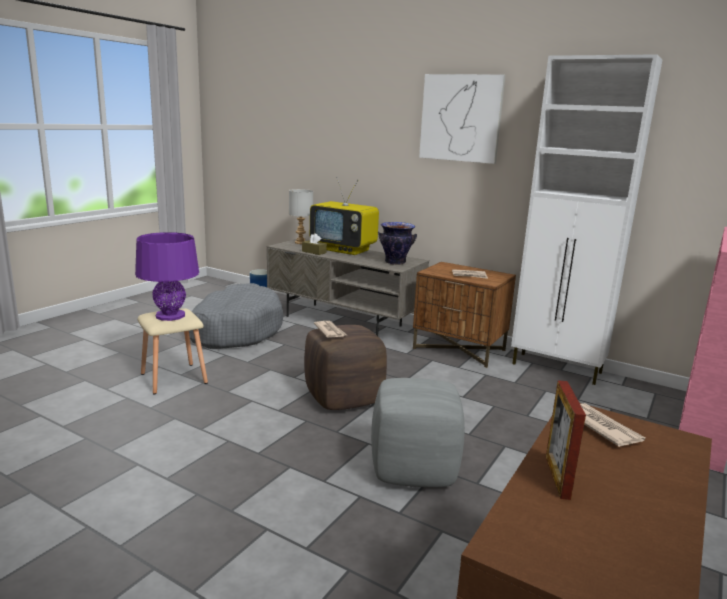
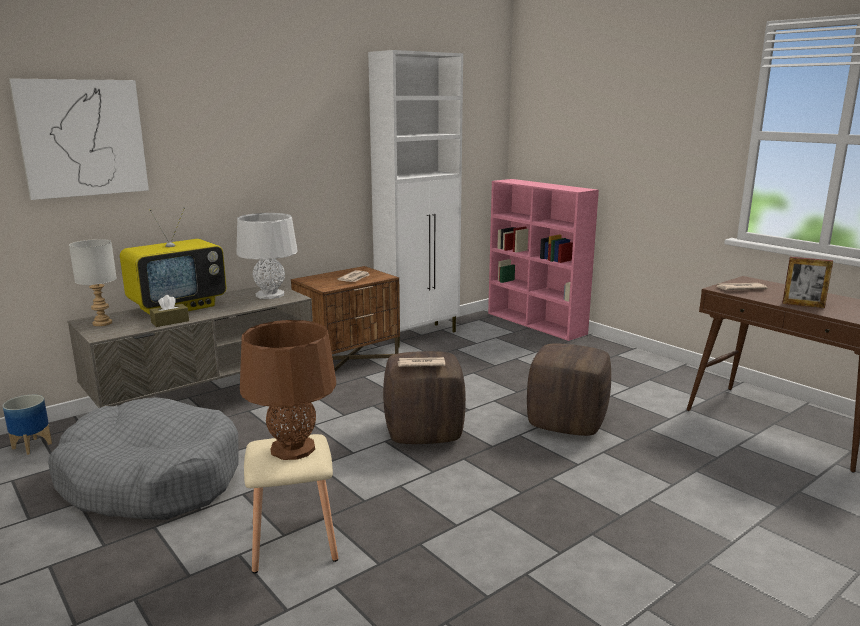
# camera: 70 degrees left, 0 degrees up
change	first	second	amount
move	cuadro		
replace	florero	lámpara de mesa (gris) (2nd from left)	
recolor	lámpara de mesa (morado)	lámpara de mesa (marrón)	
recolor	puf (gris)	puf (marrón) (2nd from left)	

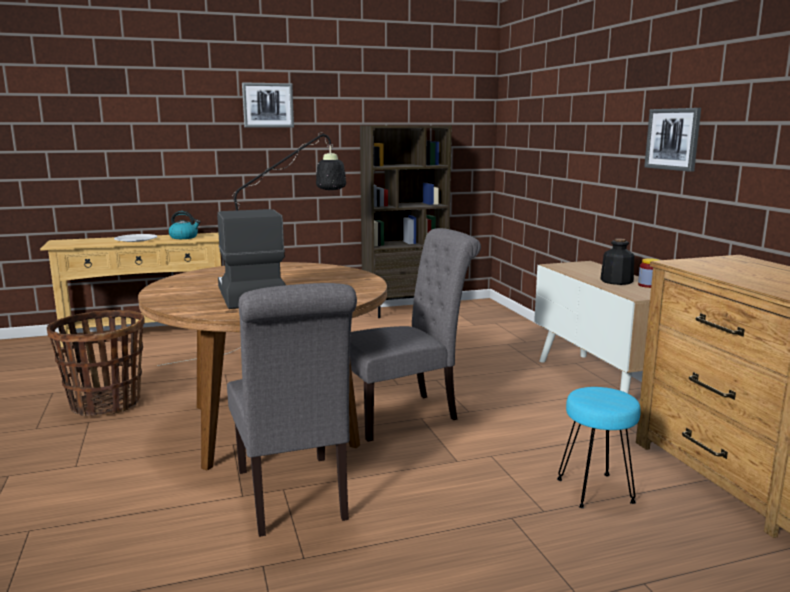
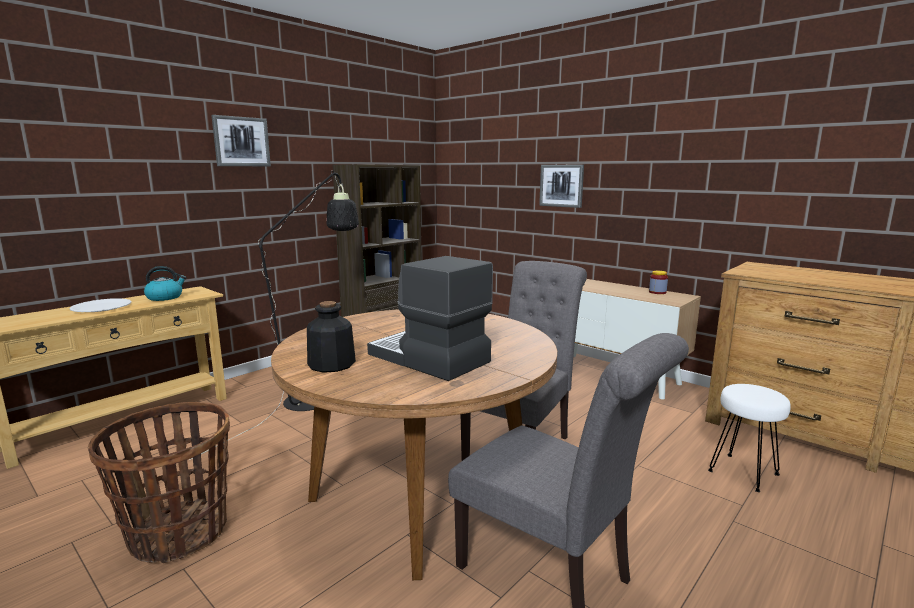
# camera: 30 degrees left, 0 degrees up
change	first	second	amount
move	cuadro (2nd from left)		
move	botella		
recolor	taburete (turquesa)	taburete (blanco)	

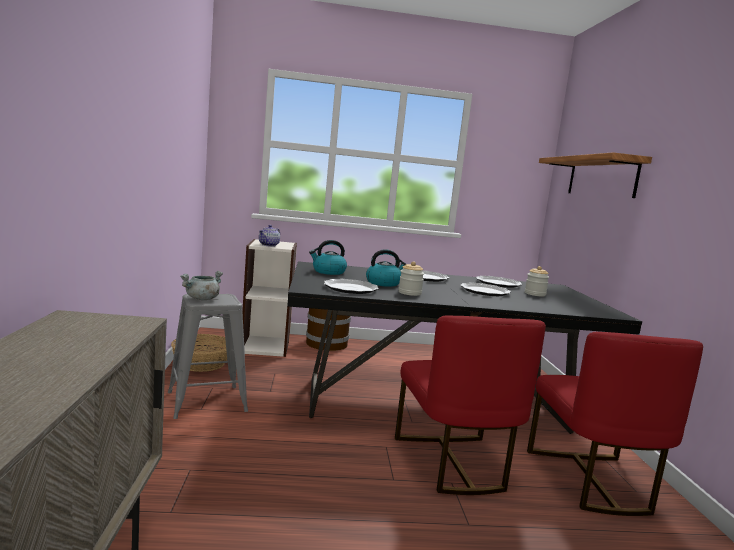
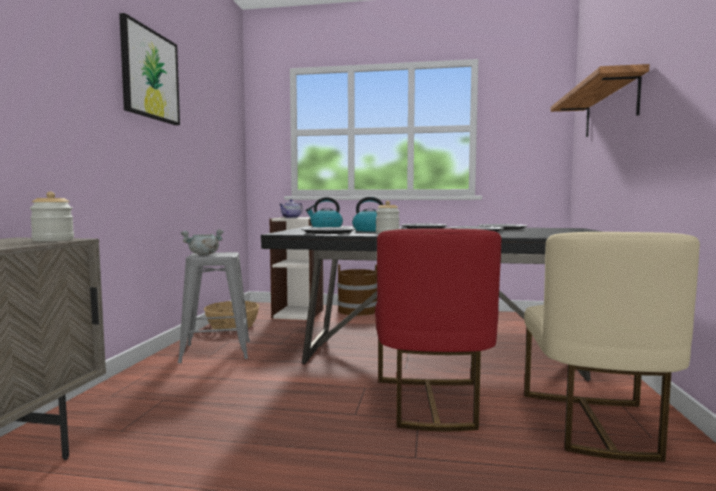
# camera: 15 degrees right, 5 degrees down
change	first	second	amount
move	tarro (2nd from left in the first image)	tarro (1st from left)	
recolor	silla (rojo) (2nd from left)	silla (beis)	
insert		cuadro	

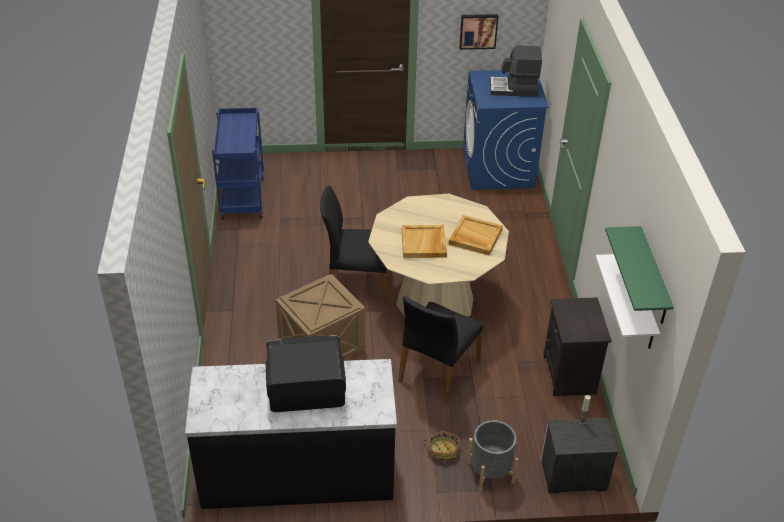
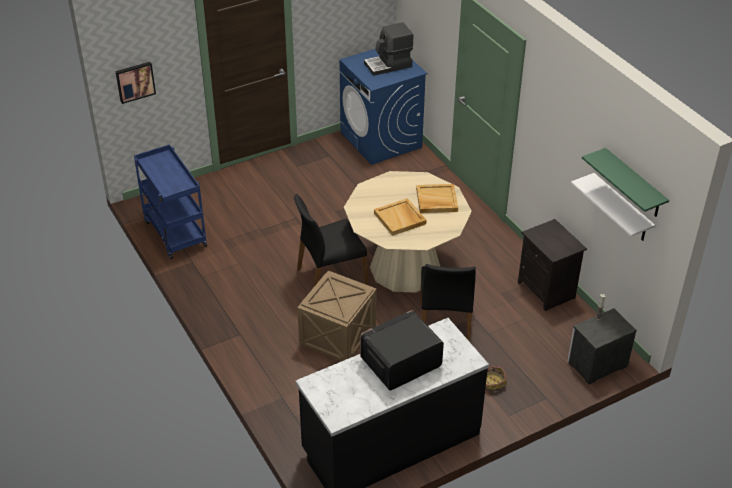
# camera: 25 degrees left, 0 degrees up
change	first	second	amount
move	cuadro		
delete	maceta (gris)		

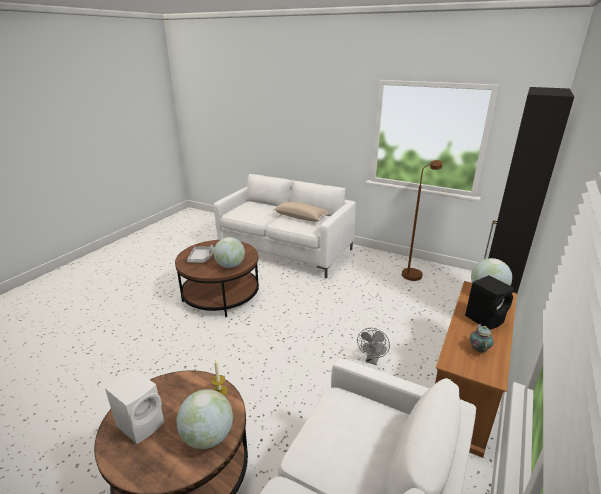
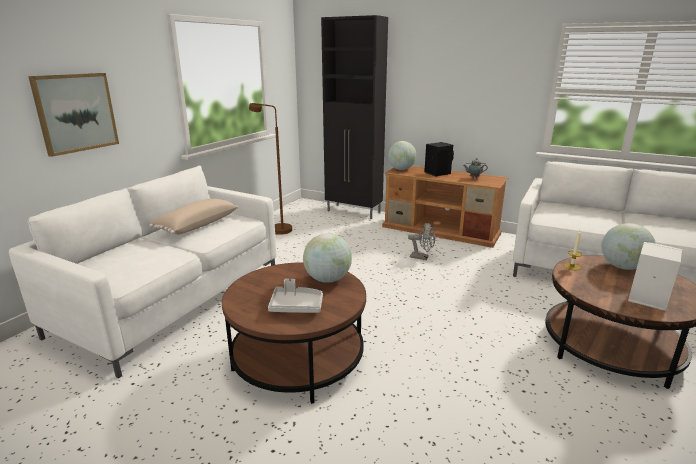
# camera: 90 degrees left, 5 degrees down
change	first	second	amount
insert		cuadro	

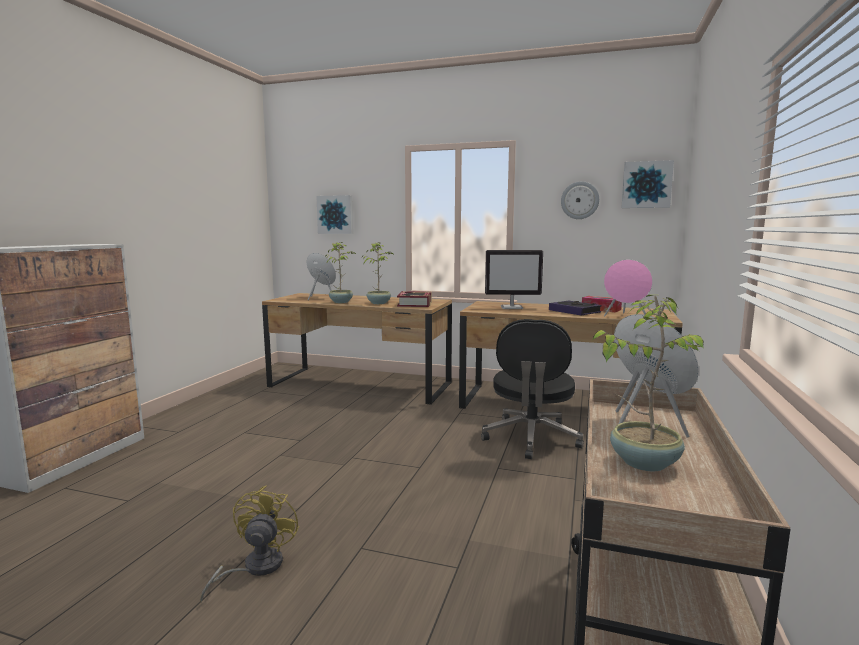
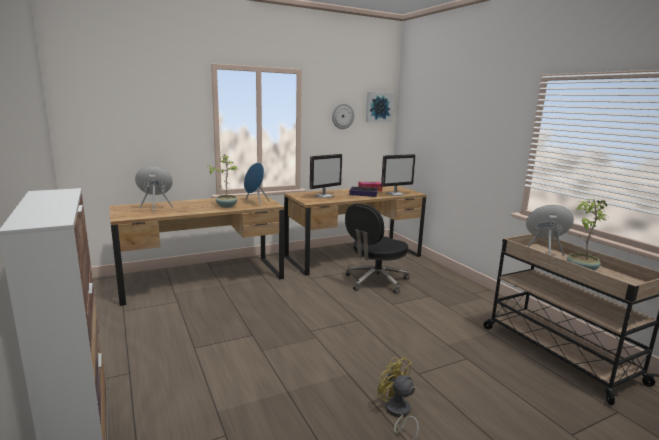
# camera: 45 degrees left, 5 degrees up
change	first	second	amount
delete	cuadro (1st from left)		
delete	planta en maceta (1st from left)		
replace	altavoz (rosa)	monitor (2nd from left)	
replace	libro (1st from left)	altavoz (azul) (2nd from left)	
rotate	silla de oficina (negro)		75 degrees clockwise

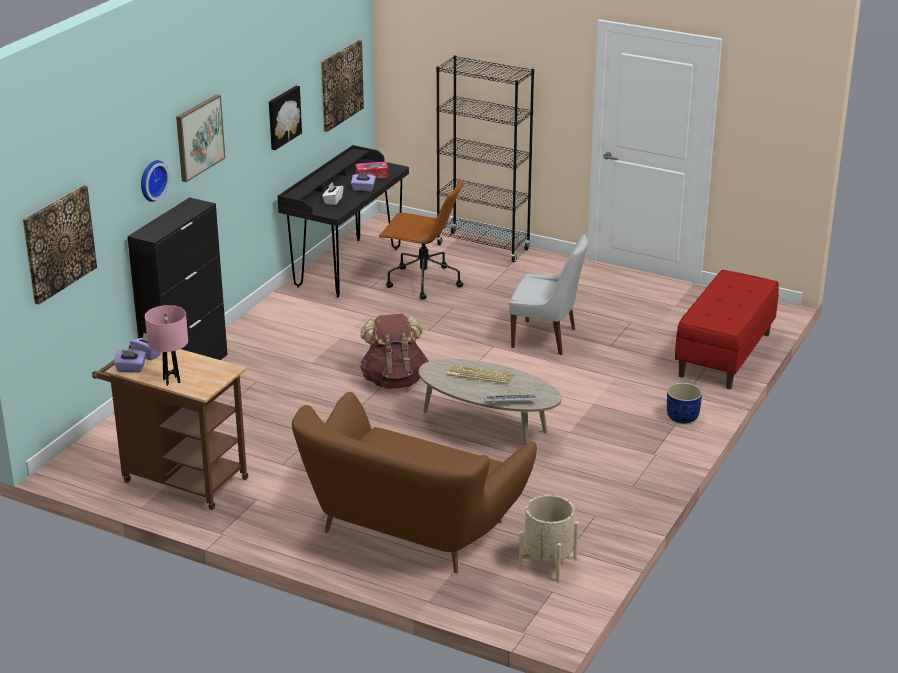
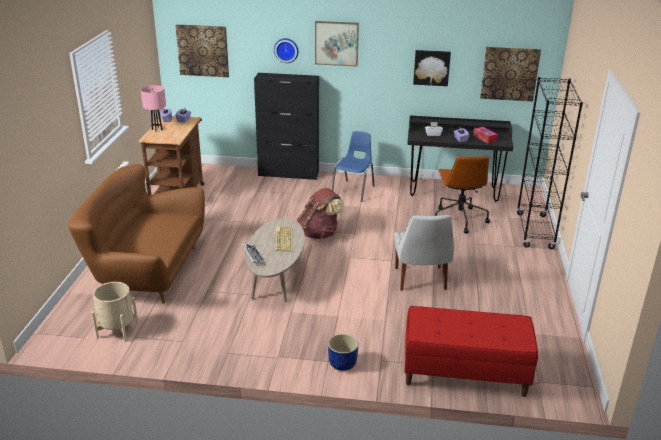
# camera: 70 degrees right, 0 degrees up
change	first	second	amount
insert		silla (azul)	

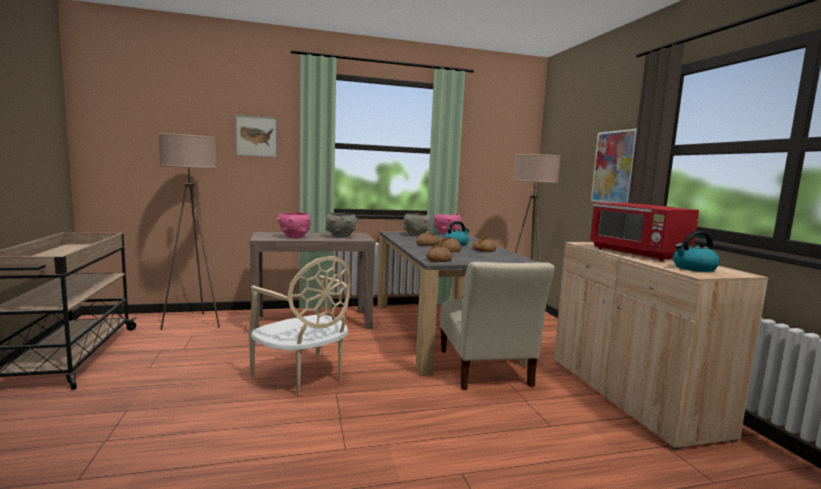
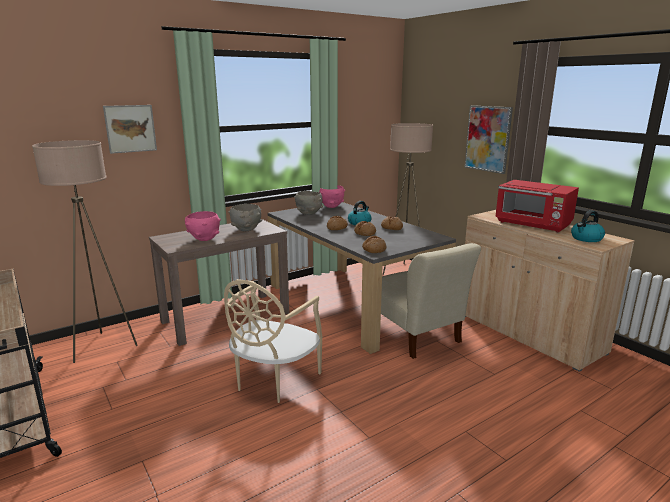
# camera: 20 degrees left, 10 degrees up
change	first	second	amount
rotate	silla (beis) (1st from left)		90 degrees clockwise

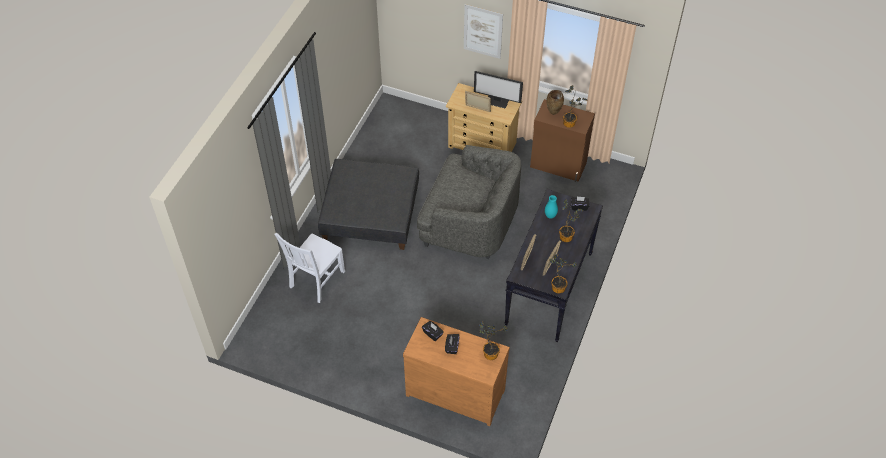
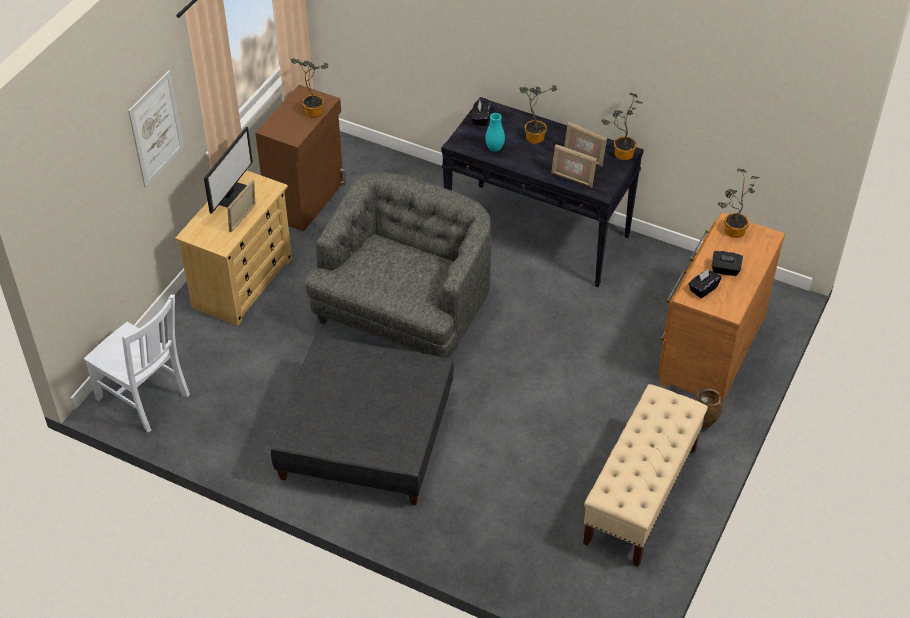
# camera: 85 degrees left, 5 degrees down
change	first	second	amount
move	florero (marrón)		
move	silla (blanco)		
insert		banco (beis)	

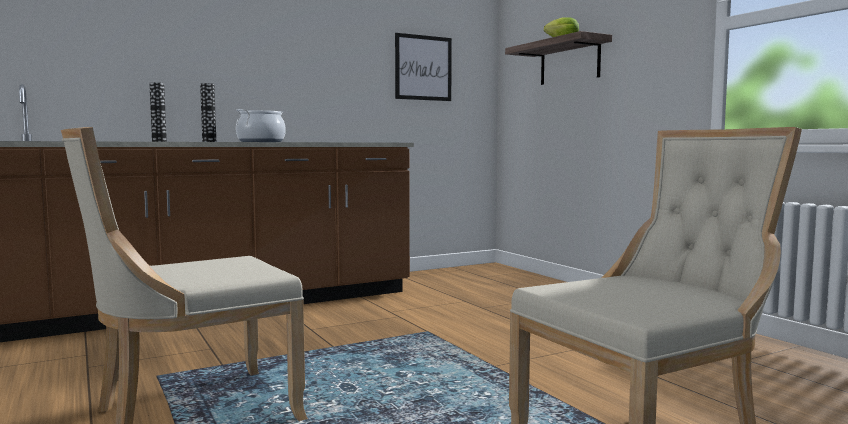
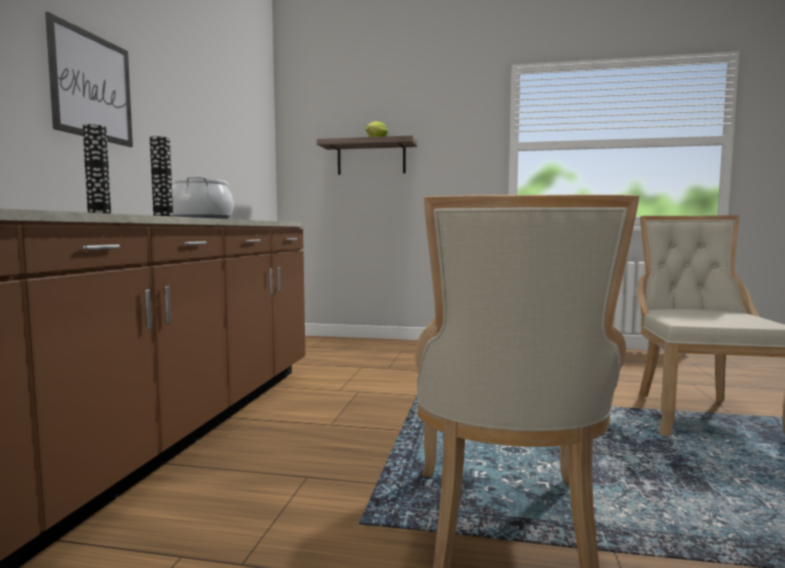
# camera: 50 degrees left, 0 degrees up
change	first	second	amount
move	cuadro		

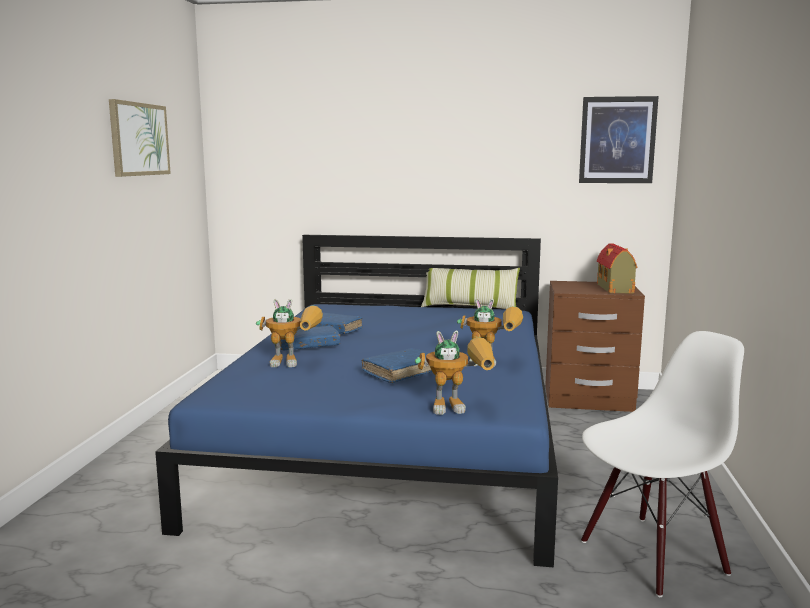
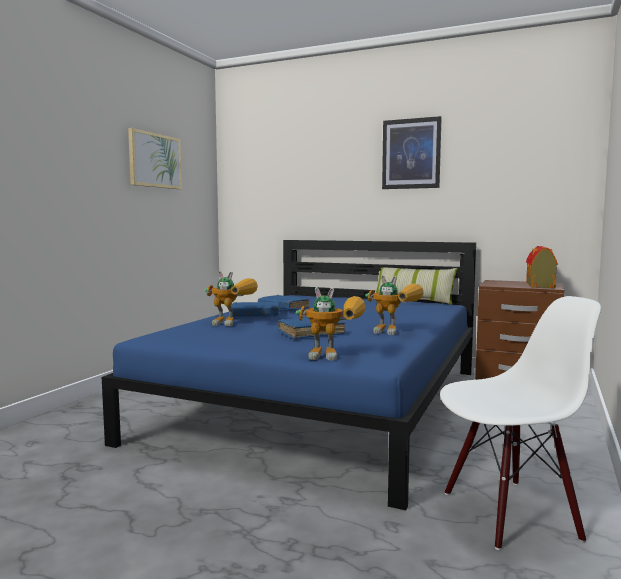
# camera: 15 degrees right, 5 degrees down
change	first	second	amount
move	cuadro (2nd from left)		

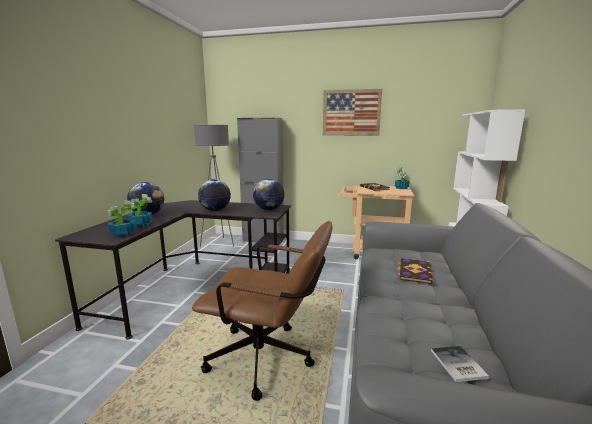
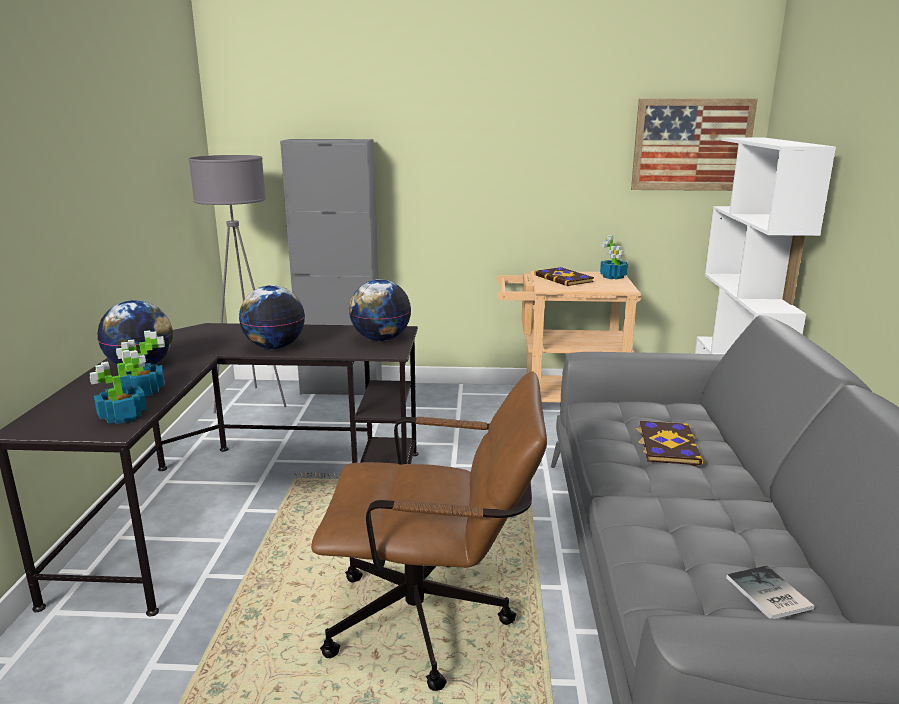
# camera: 10 degrees left, 5 degrees up
change	first	second	amount
move	cuadro		

